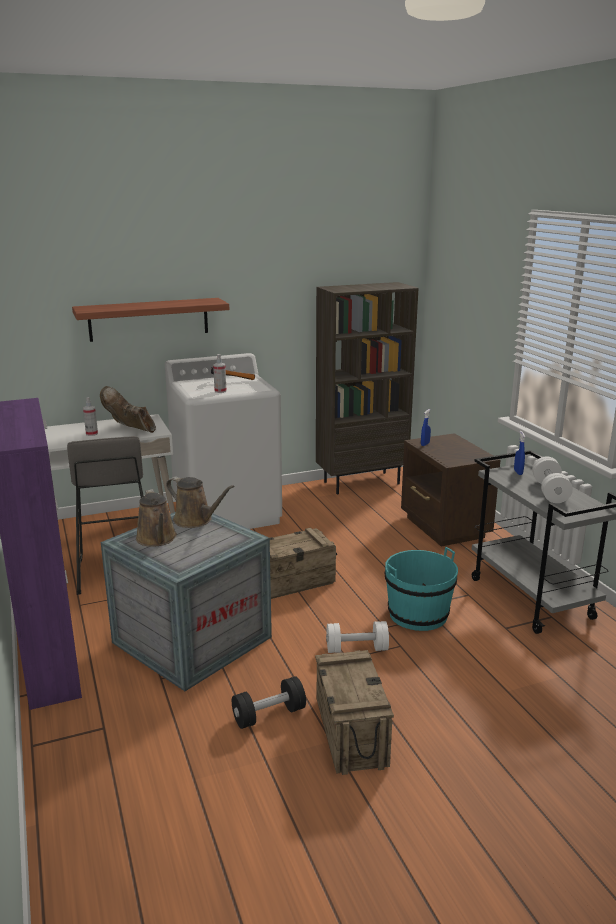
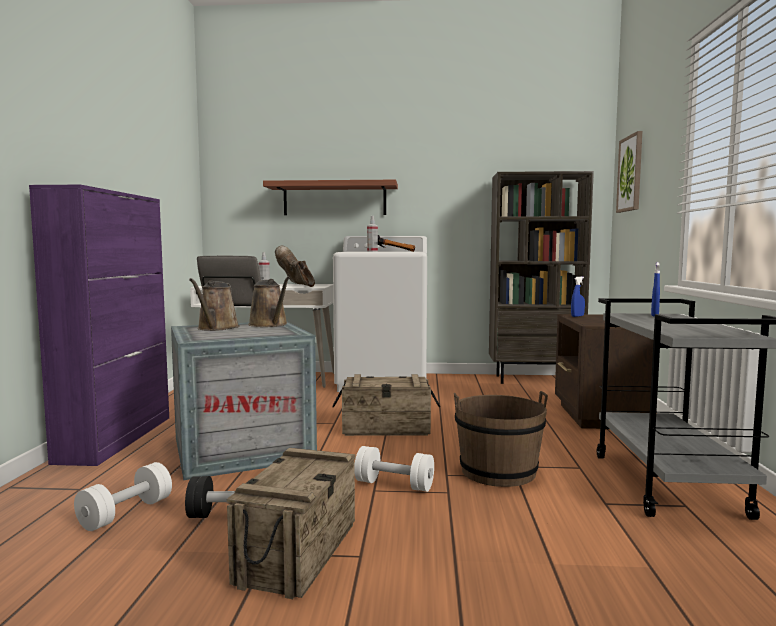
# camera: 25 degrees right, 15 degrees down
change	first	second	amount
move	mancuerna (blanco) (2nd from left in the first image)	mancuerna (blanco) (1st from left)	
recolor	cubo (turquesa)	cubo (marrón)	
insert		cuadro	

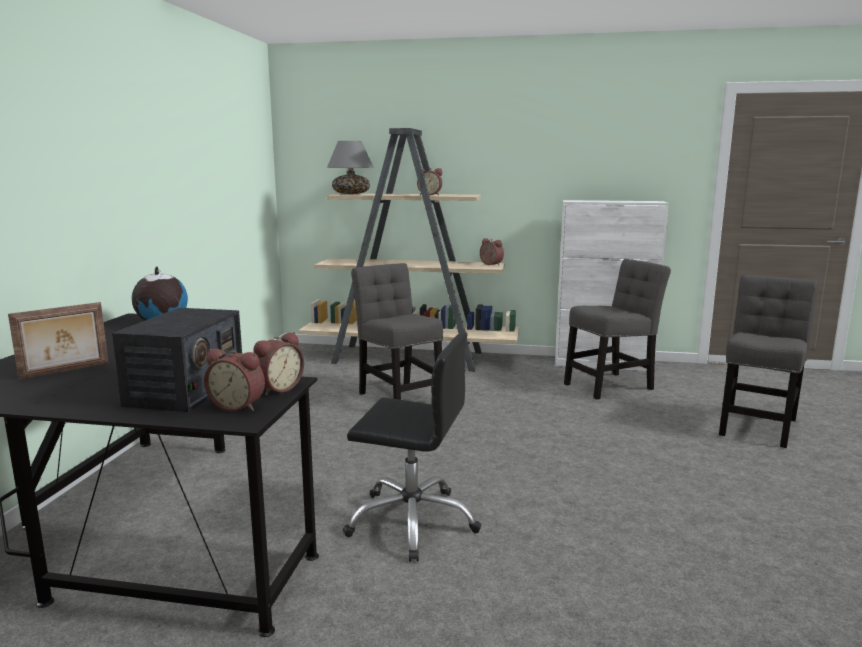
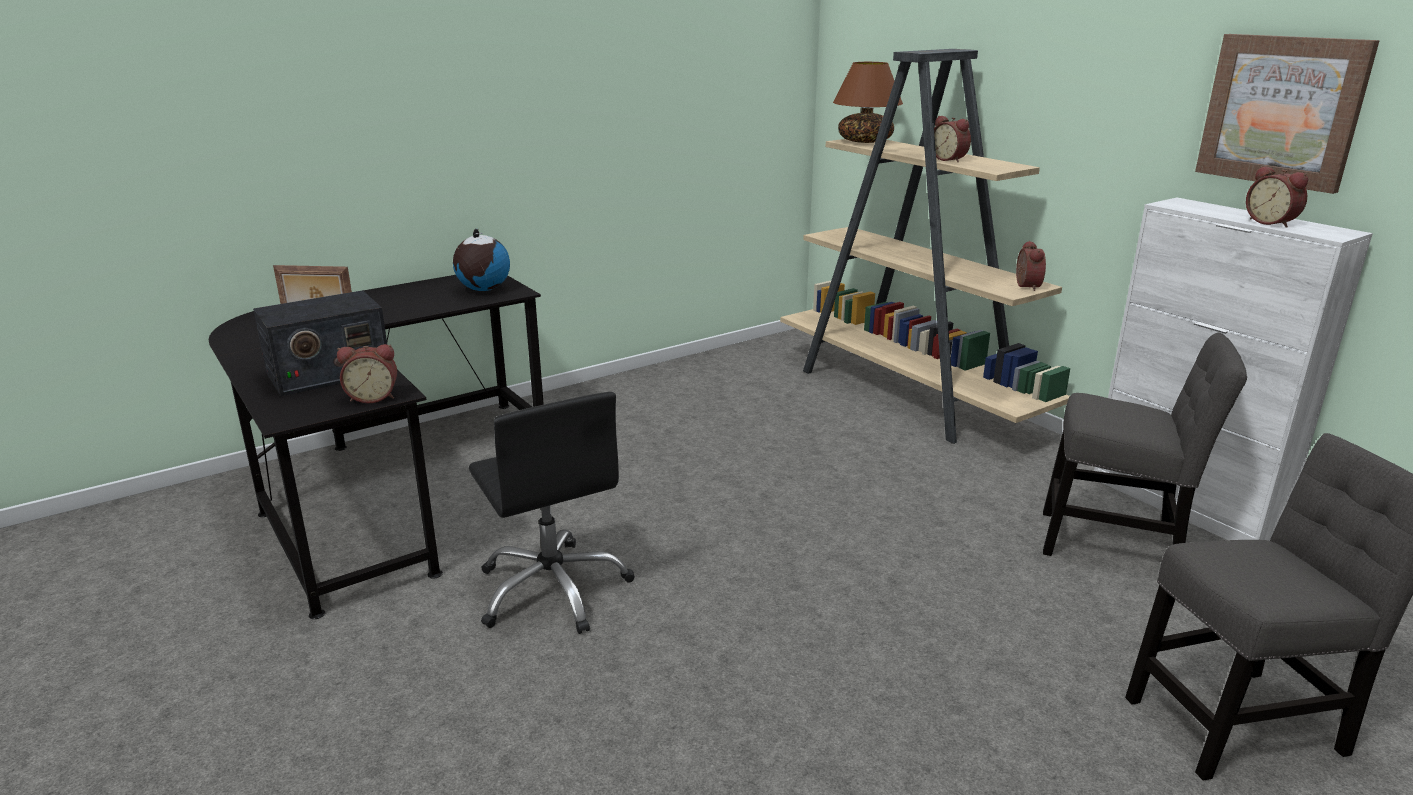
# camera: 45 degrees right, 10 degrees up
change	first	second	amount
recolor	lámpara de mesa (gris)	lámpara de mesa (marrón)	
delete	silla (gris) (1st from left)		
move	despertador (1st from left in the first image)	despertador (4th from left)	
insert		cuadro	

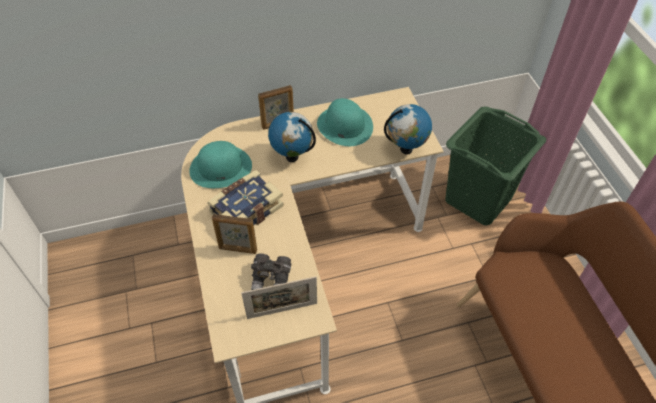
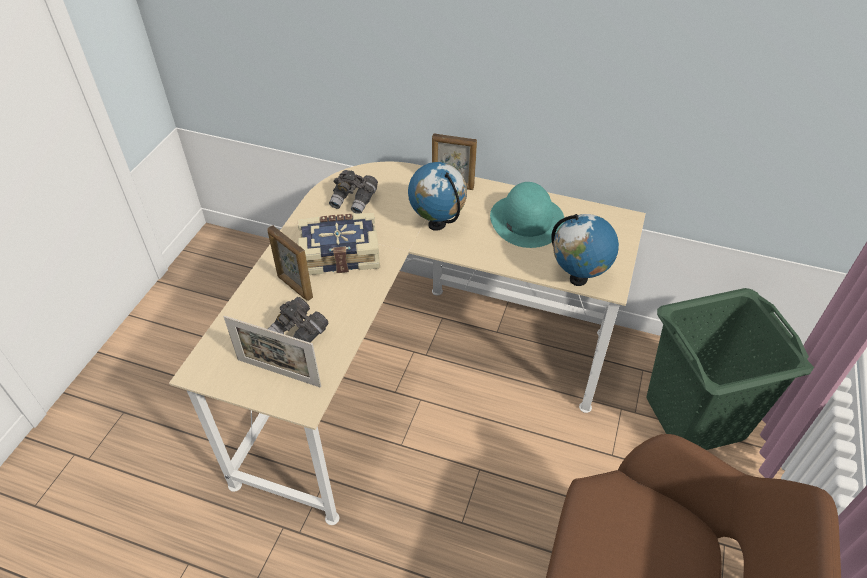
# camera: 35 degrees right, 5 degrees down
change	first	second	amount
replace	sombrero (turquesa) (1st from left)	prismáticos (gris) (2nd from left)	

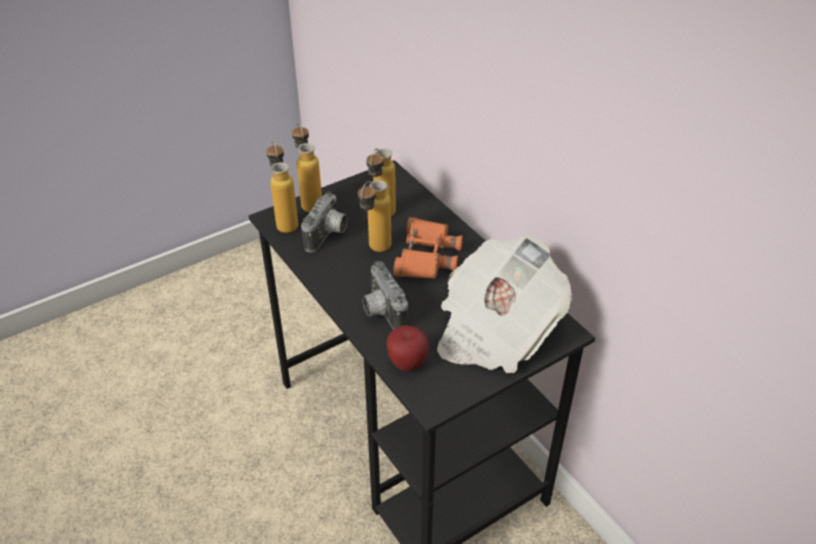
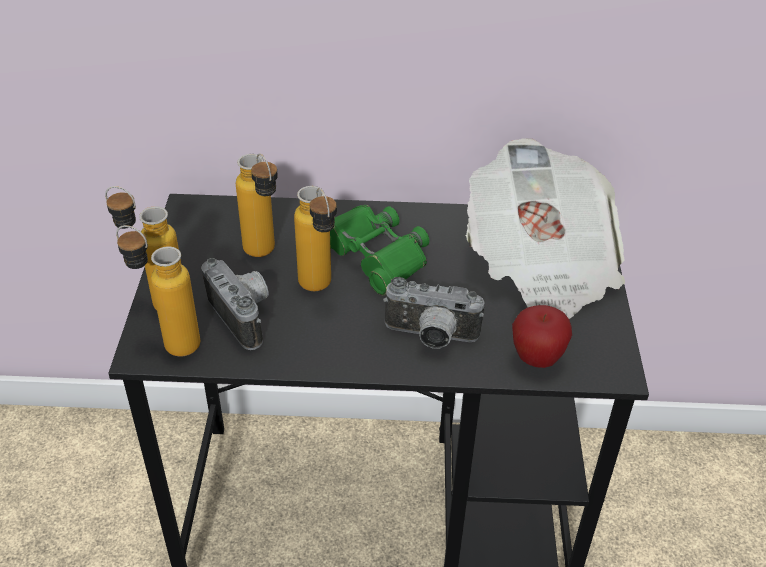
# camera: 55 degrees left, 0 degrees up
change	first	second	amount
recolor	prismáticos (naranja)	prismáticos (verde)	

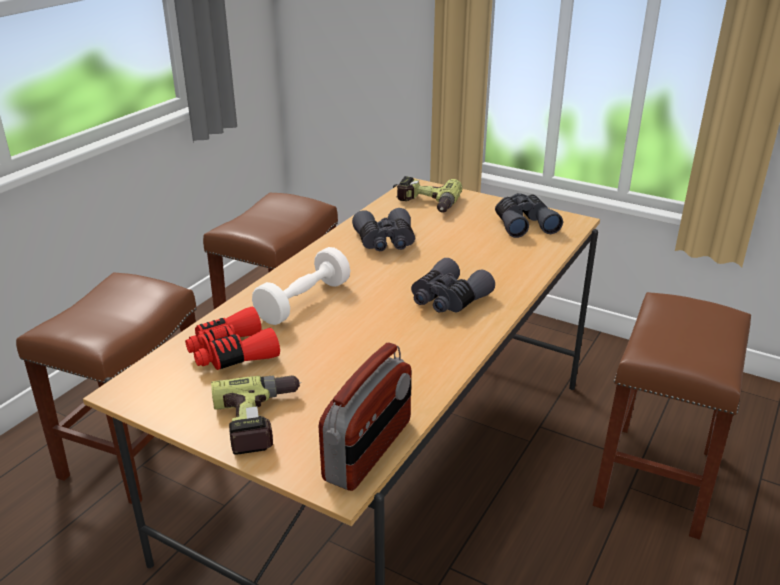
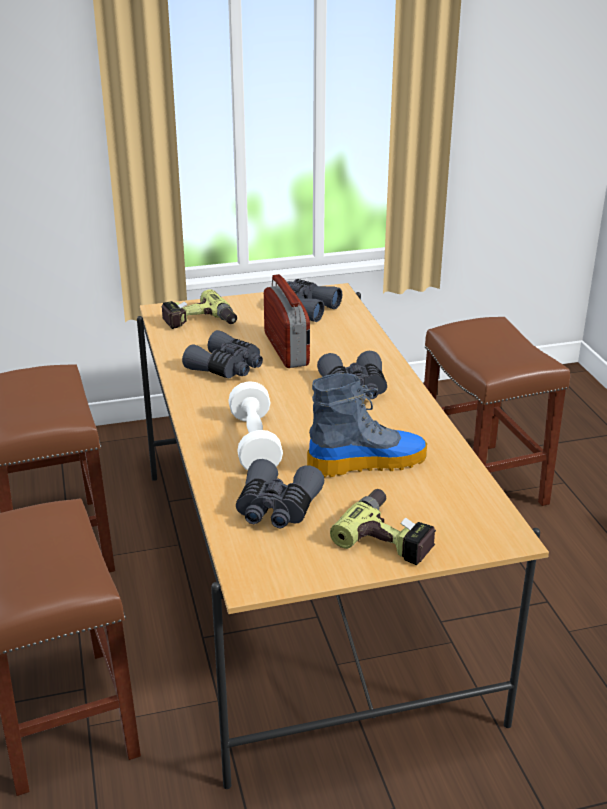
# camera: 45 degrees left, 0 degrees up
change	first	second	amount
recolor	prismáticos (rojo)	prismáticos (gris) (2nd from left)	
move	radio		
insert		bota	

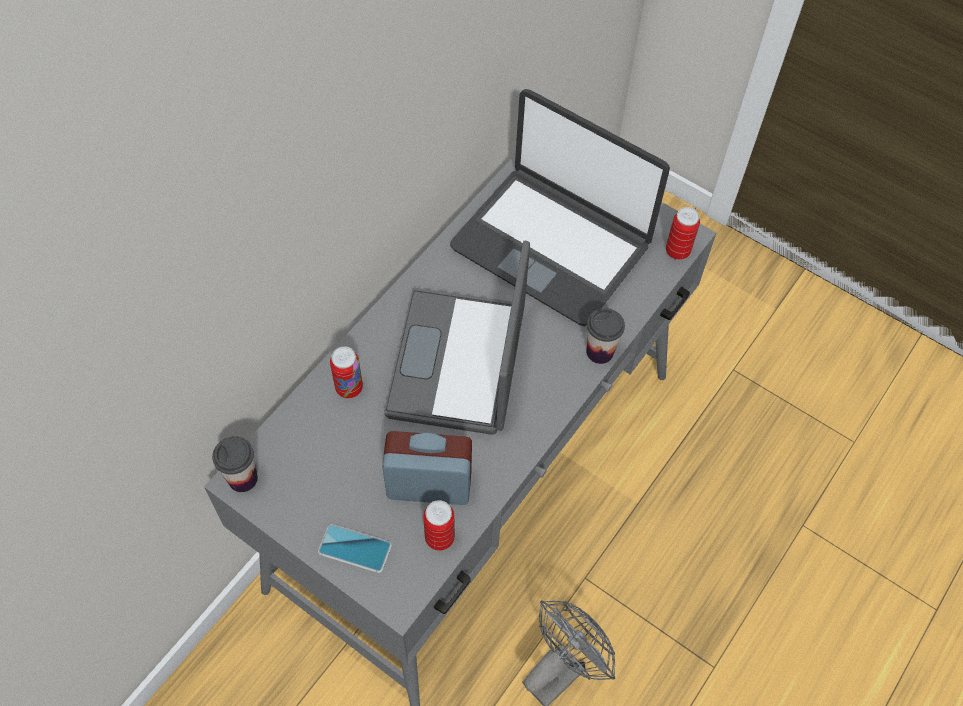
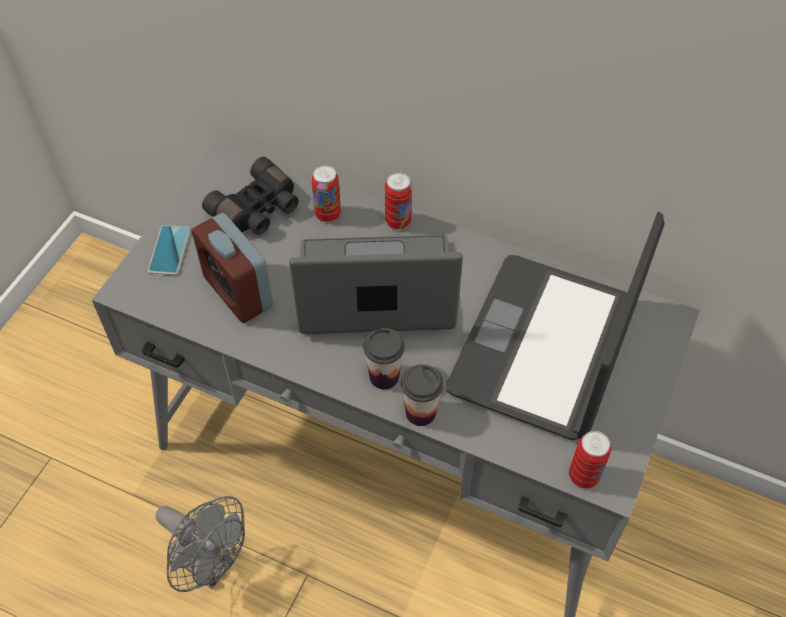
# camera: 80 degrees right, 5 degrees down
change	first	second	amount
rotate	despertador		150 degrees clockwise
move	taza (1st from left)		
move	lata (2nd from left)		
insert		prismáticos (negro)	

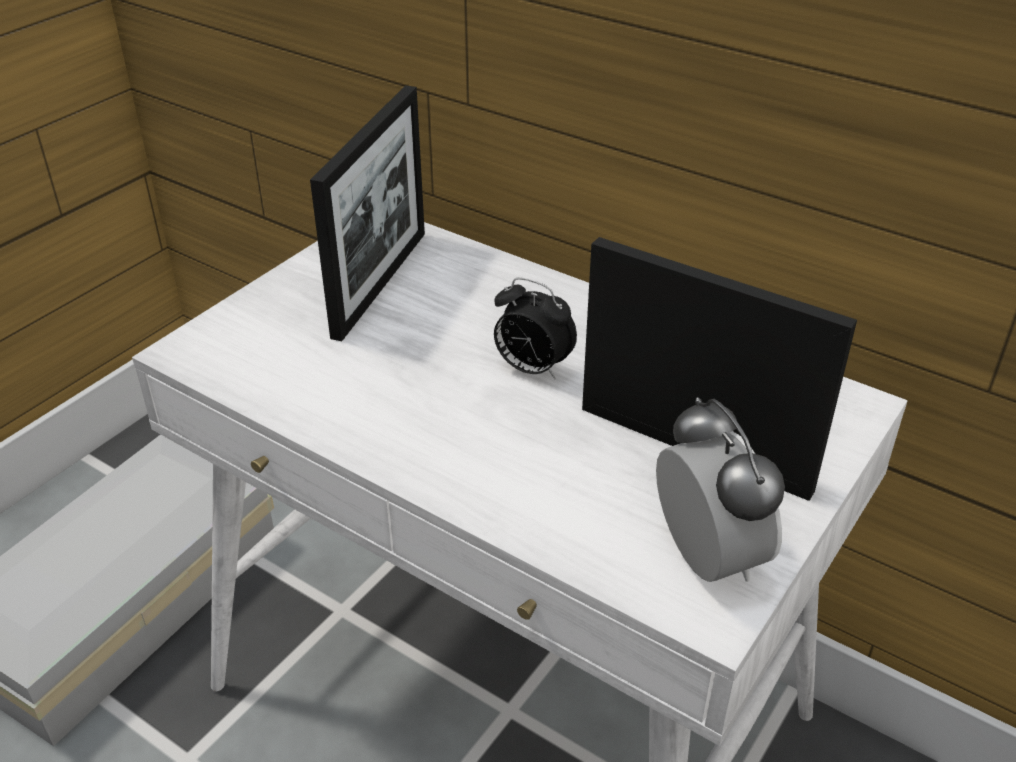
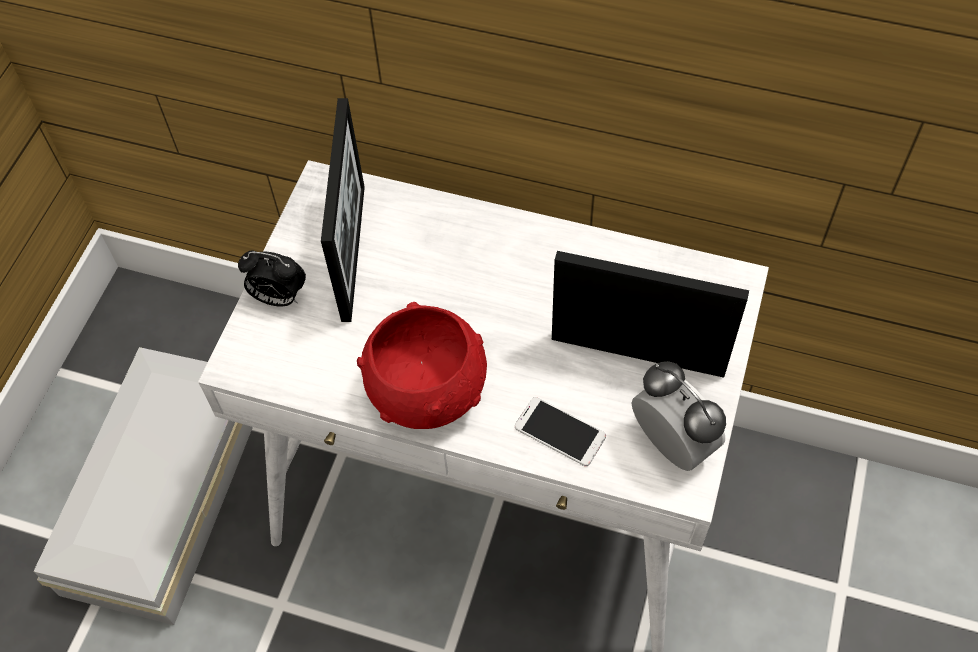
# camera: 15 degrees left, 20 degrees up
change	first	second	amount
move	despertador (1st from left)		
insert		cuenco (rojo)	
insert		móvil	

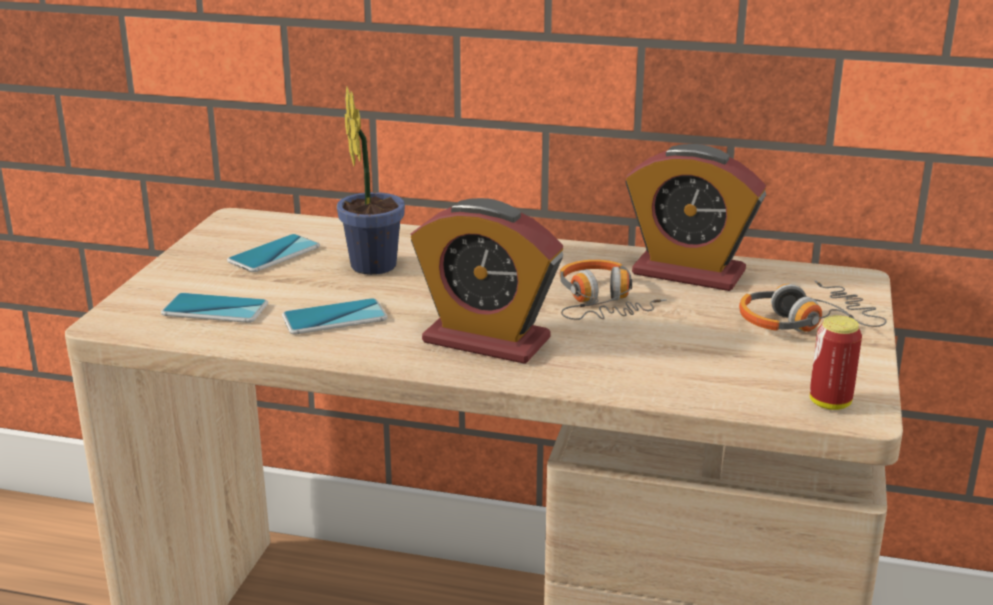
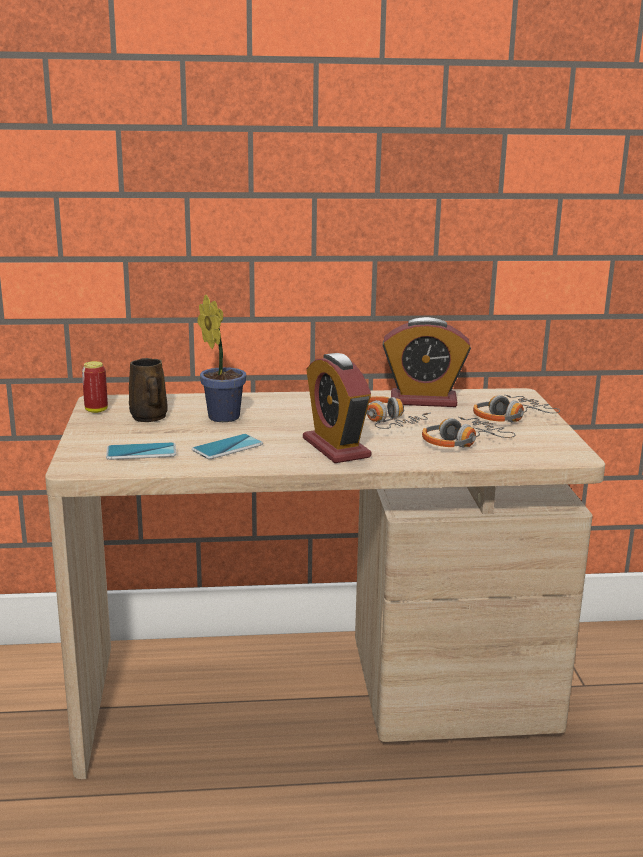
# camera: 20 degrees left, 5 degrees down
change	first	second	amount
rotate	despertador (1st from left)		60 degrees clockwise
replace	móvil (2nd from left)	taza grande (marrón)	
move	lata		
insert		auriculares (2nd from left)	

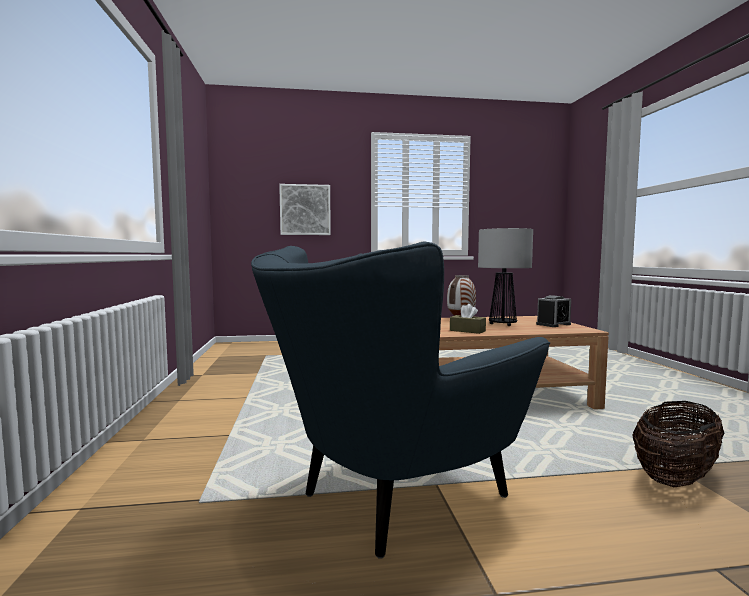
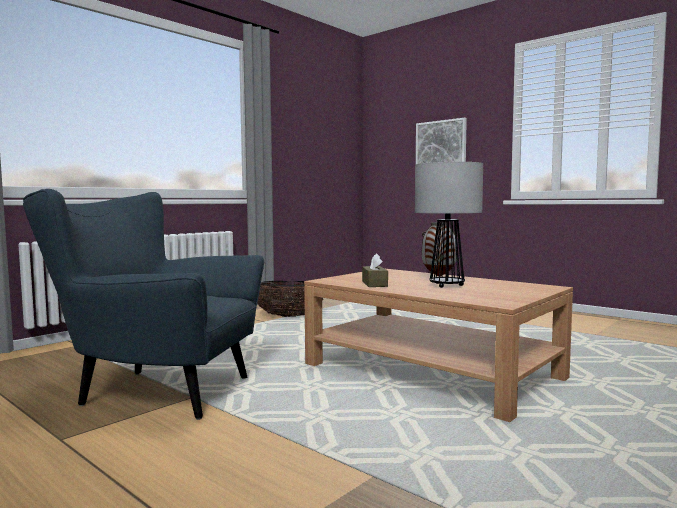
# camera: 50 degrees right, 0 degrees up
change	first	second	amount
delete	despertador		
move	cesta		

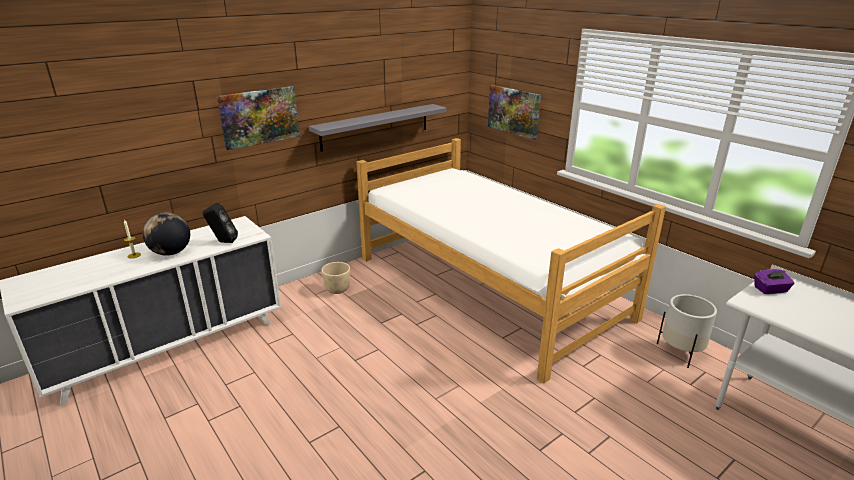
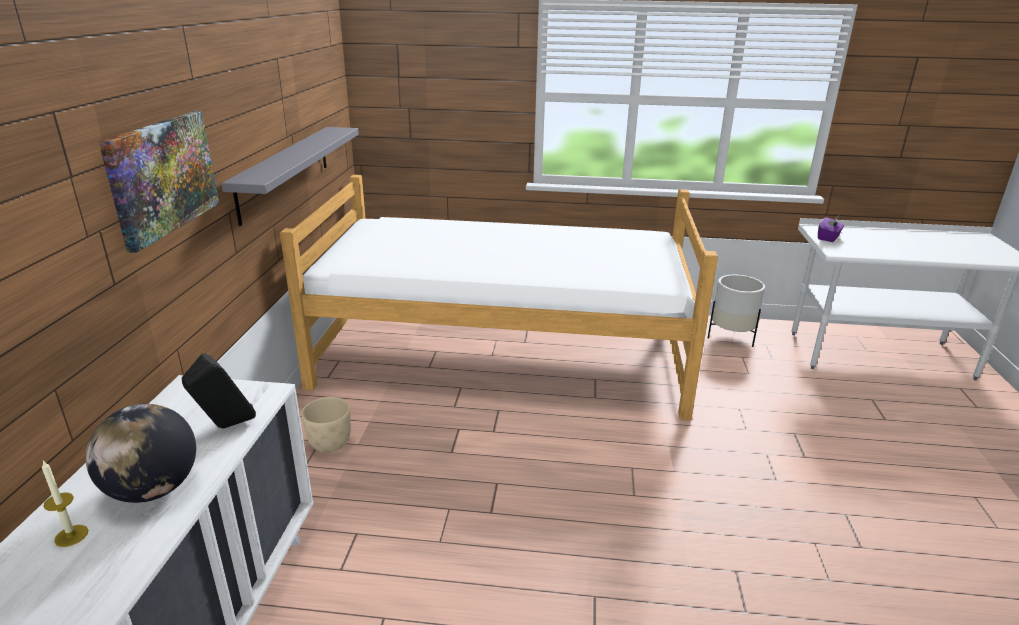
# camera: 45 degrees left, 0 degrees up
change	first	second	amount
delete	cuadro (2nd from left)		

